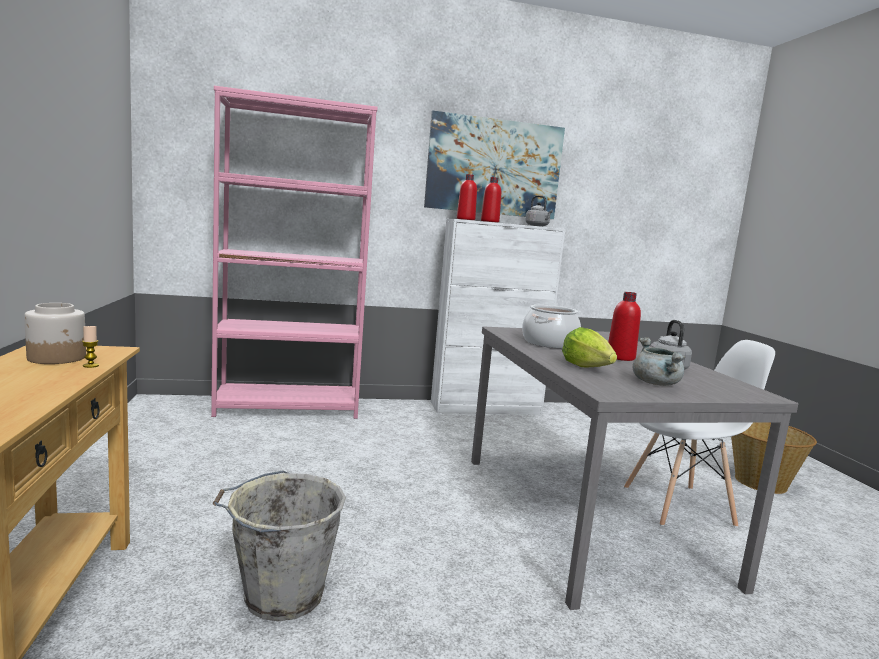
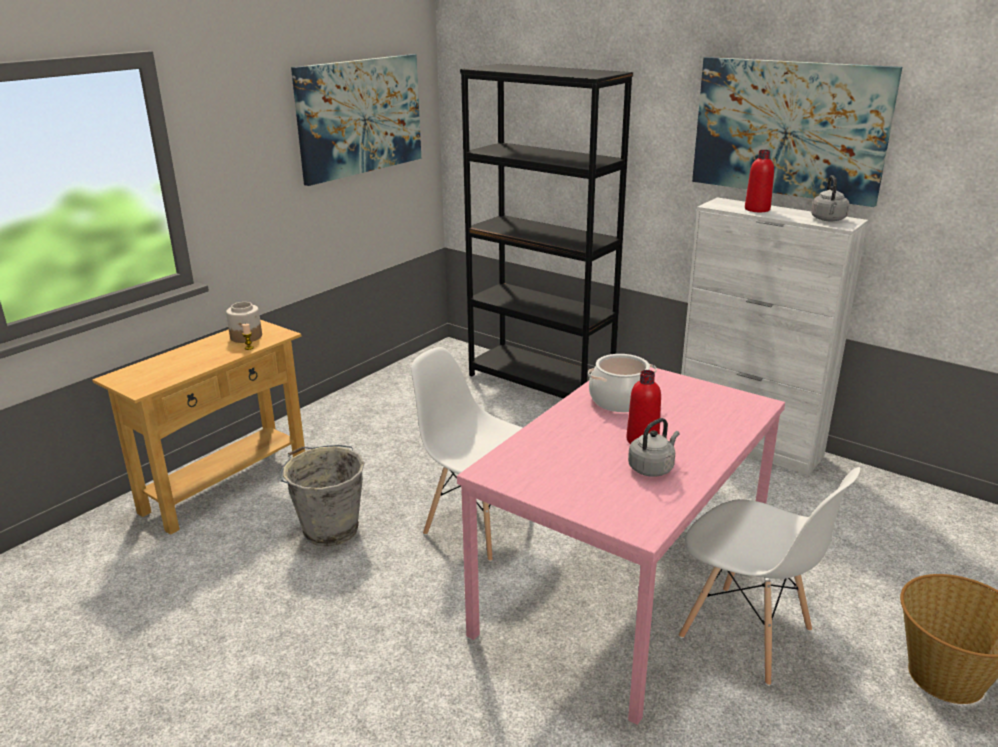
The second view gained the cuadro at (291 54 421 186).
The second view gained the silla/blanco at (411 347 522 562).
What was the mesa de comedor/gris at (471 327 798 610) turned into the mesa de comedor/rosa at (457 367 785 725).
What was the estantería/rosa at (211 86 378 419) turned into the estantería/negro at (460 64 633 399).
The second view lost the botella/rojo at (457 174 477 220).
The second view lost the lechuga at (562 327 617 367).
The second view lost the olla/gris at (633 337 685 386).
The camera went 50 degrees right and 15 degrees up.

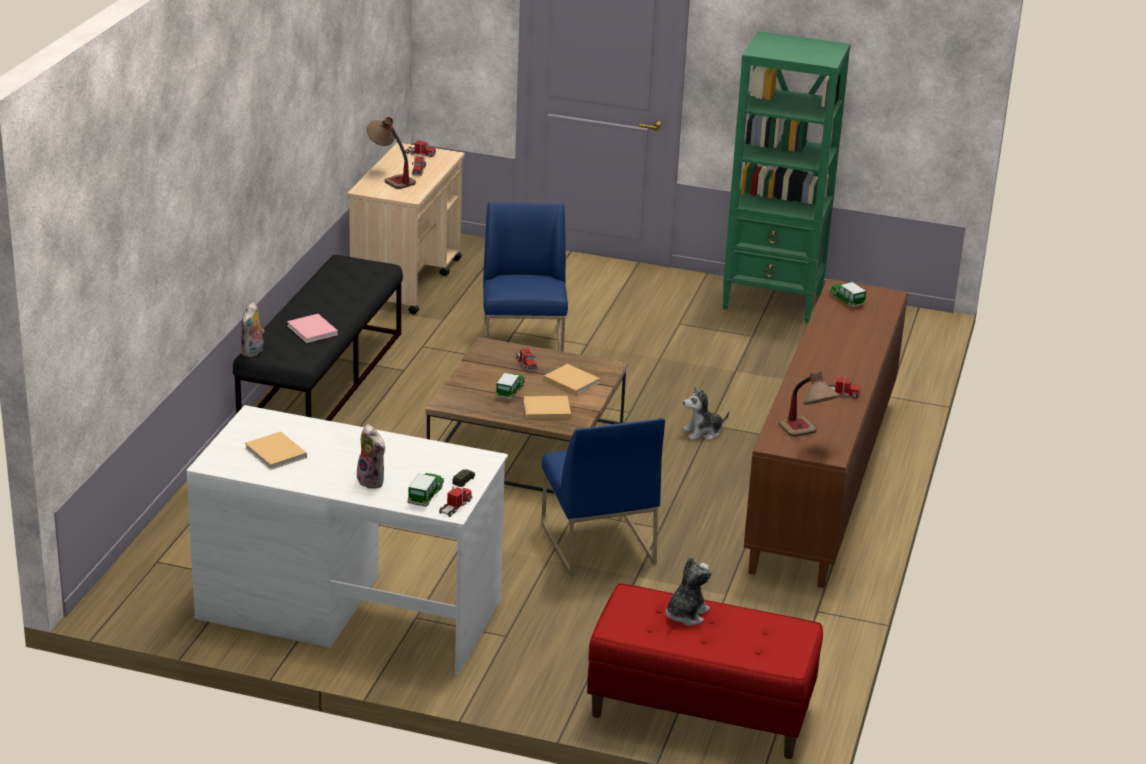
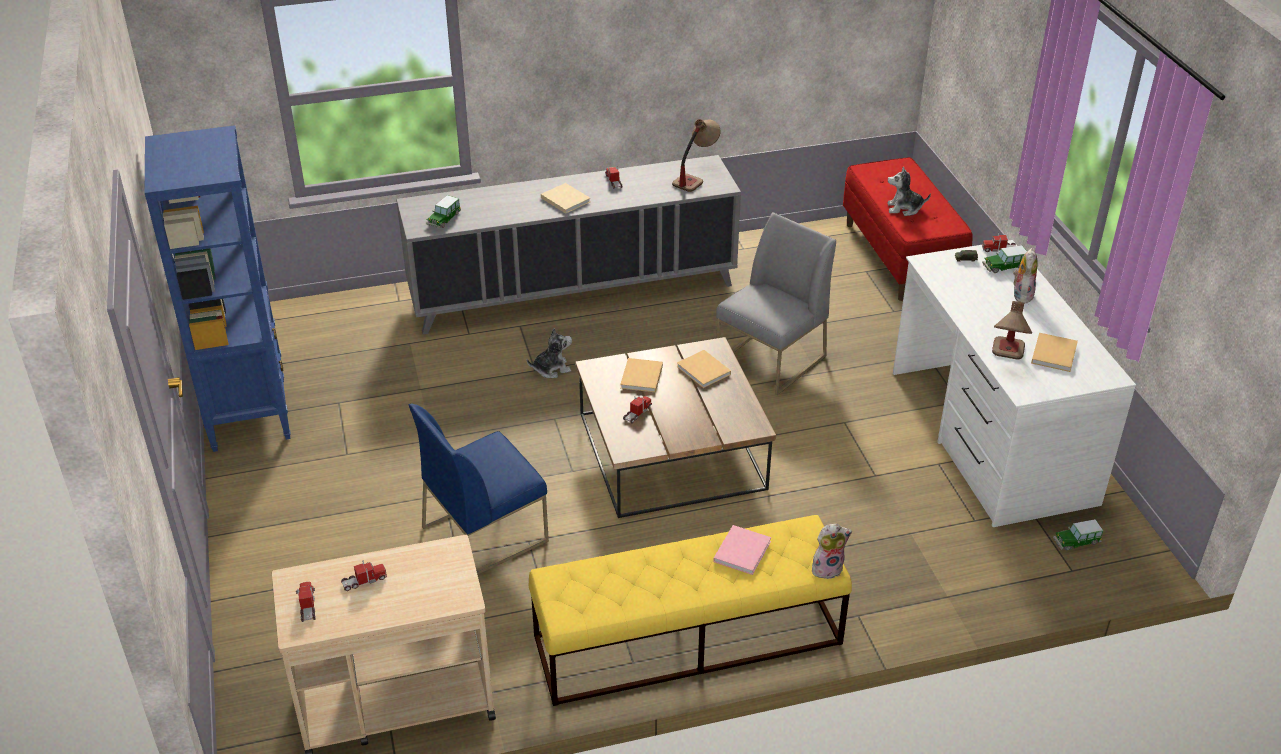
What was the estantería/verde at (722 31 850 323) turned into the estantería/azul at (145 125 291 452).
What was the armario/marrón at (744 279 908 588) turned into the armario/gris at (396 155 741 334).
The peluche at (682 387 729 440) ended up facing another way, 60 degrees counterclockwise from before.
What was the banco/negro at (233 255 403 421) turned into the banco/amarillo at (528 515 852 706).
The second view gained the libro/beis at (541 183 590 214).
What was the silla/azul at (541 418 665 576) turned into the silla/gris at (716 212 836 395).
The lámpara de mesa ended up elsewhere, having gone from (367 117 416 189) to (992 301 1032 360).
The coche de juguete ended up elsewhere, having gone from (495 373 525 400) to (1053 519 1103 551).
The camera went 120 degrees left and 10 degrees up.

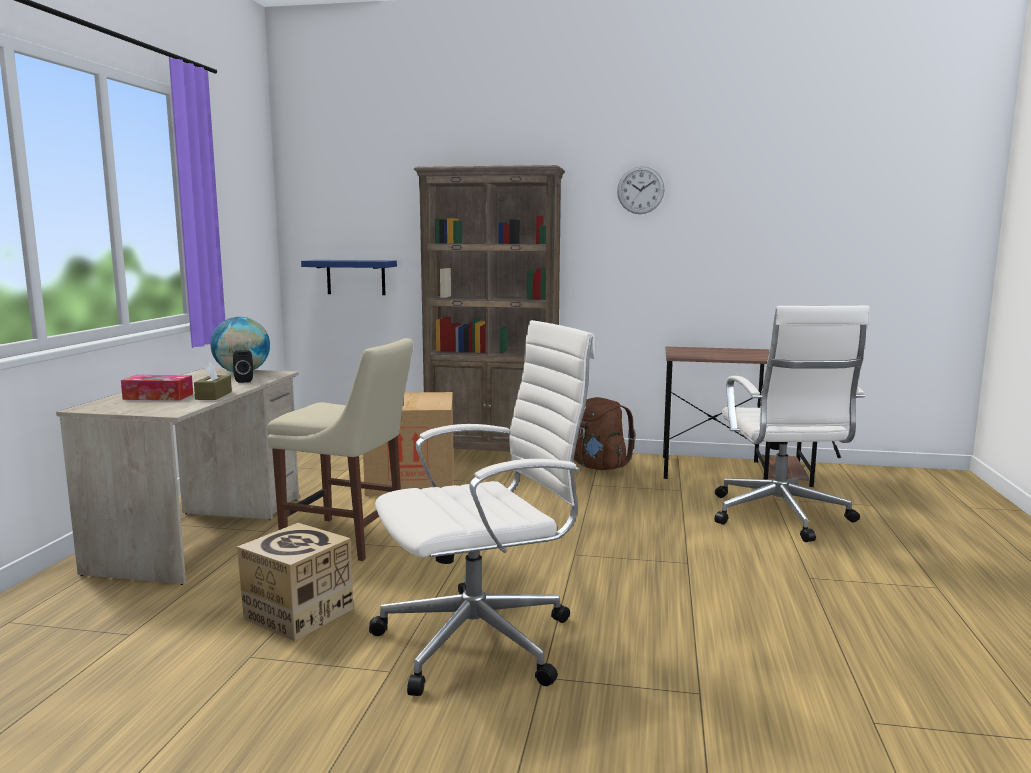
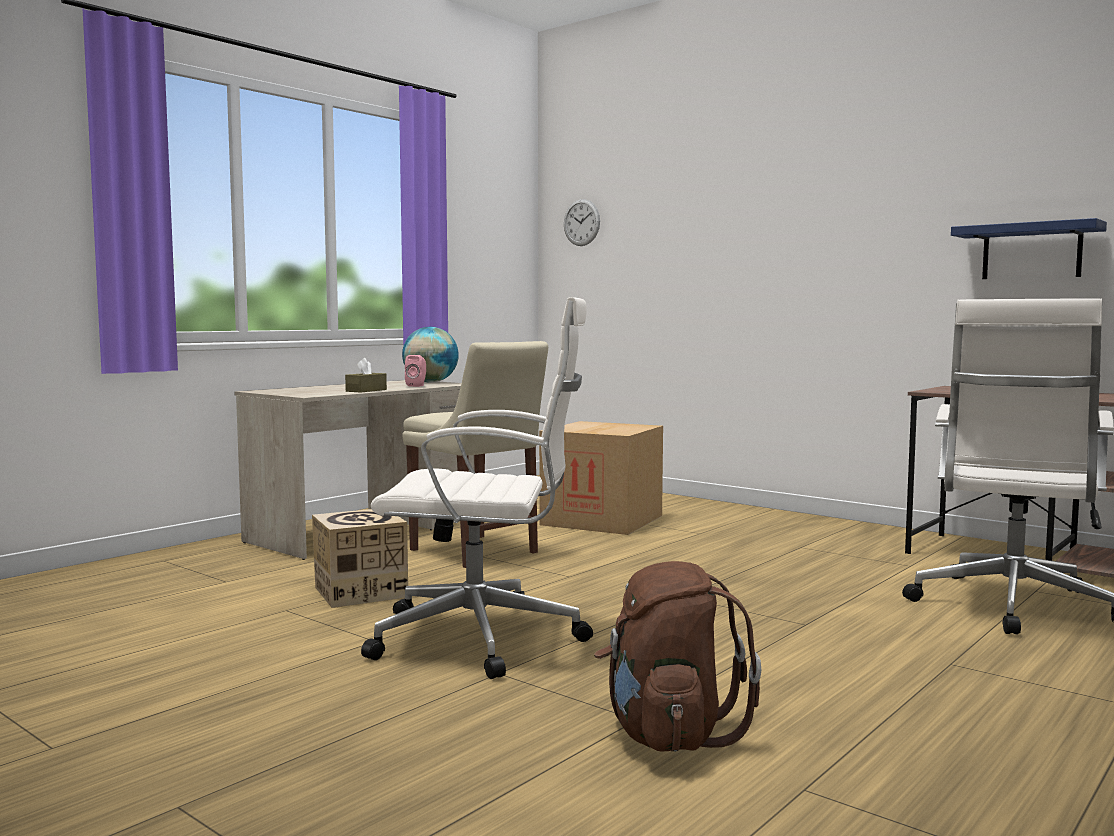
What was the altavoz/negro at (233 350 253 383) turned into the altavoz/rosa at (405 355 426 387).
The reloj de pared ended up elsewhere, having gone from (617 166 664 214) to (564 199 600 246).
The mochila/marrón ended up elsewhere, having gone from (574 397 636 470) to (594 561 761 752).
The estante/azul ended up elsewhere, having gone from (301 260 397 295) to (951 218 1107 279).
The second view lost the caja de pañuelos at (121 375 193 400).
The second view lost the estantería/marrón at (414 165 565 452).
The camera went 30 degrees right and 5 degrees down.

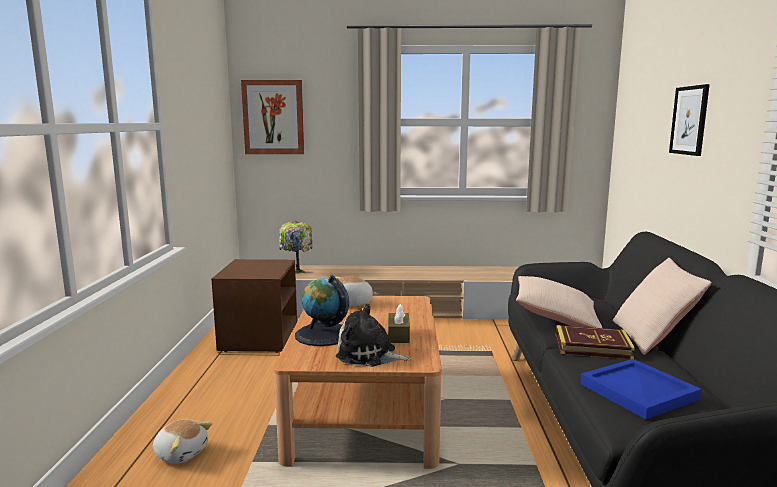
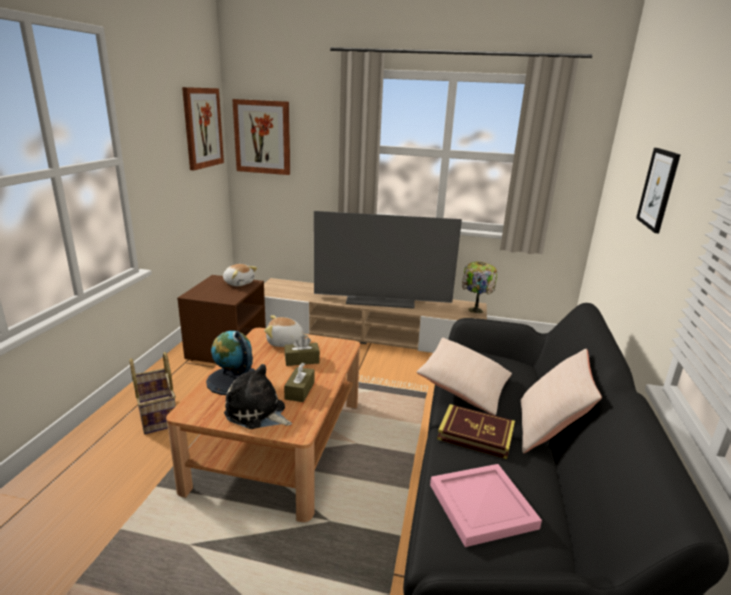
The second view gained the cesta at (129 352 176 434).
The second view gained the cuadro at (182 87 224 170).
The peluche ended up elsewhere, having gone from (153 420 212 464) to (223 264 257 286).
The second view gained the caja de pañuelos/marrón at (284 336 320 366).
The second view gained the televisor at (314 211 462 309).
What was the bandeja/azul at (580 359 702 419) turned into the bandeja/rosa at (430 464 542 547).
The lámpara de mesa ended up elsewhere, having gone from (279 221 312 274) to (462 262 497 313).
The camera went 10 degrees right and 10 degrees up.

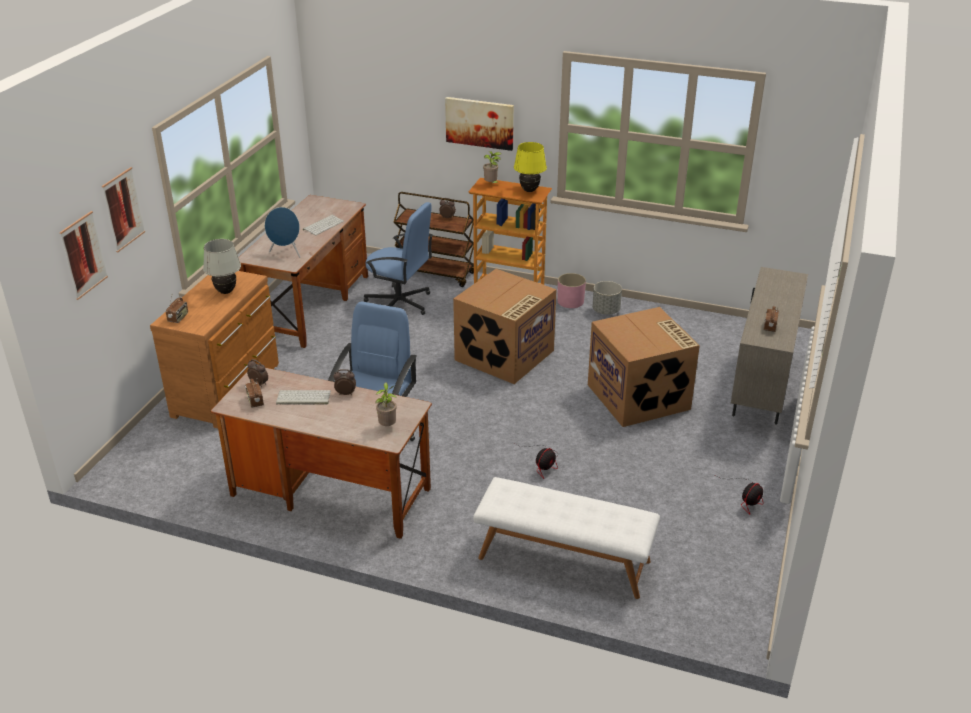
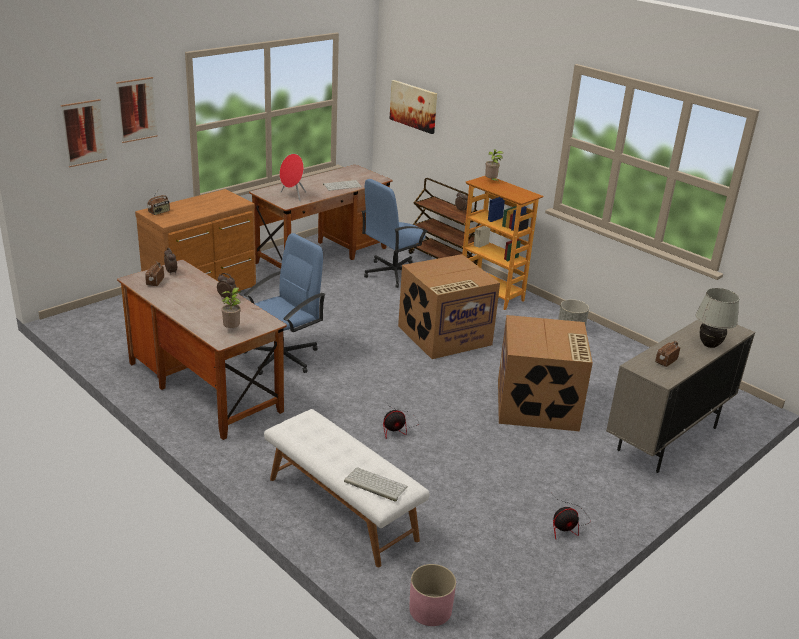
What was the altavoz/azul at (265 207 300 257) turned into the altavoz/rojo at (280 154 306 201).
The teclado ended up elsewhere, having gone from (276 390 331 405) to (344 467 408 501).
The silla de oficina/azul at (364 202 433 315) ended up facing another way, 90 degrees clockwise from before.
The cuadro ended up elsewhere, having gone from (445 97 514 151) to (390 80 437 134).
The maceta/rosa ended up elsewhere, having gone from (557 273 586 308) to (409 564 456 626).
The lámpara de mesa/blanco ended up elsewhere, having gone from (203 239 241 294) to (696 288 739 348).
The second view lost the lámpara de mesa/amarillo at (514 142 547 192).
The camera went 25 degrees right and 5 degrees down.

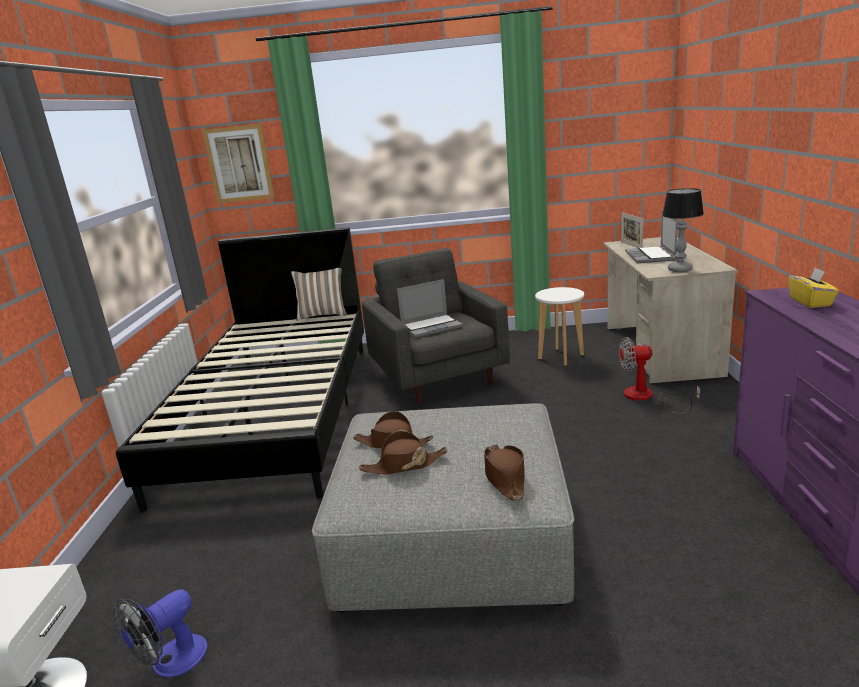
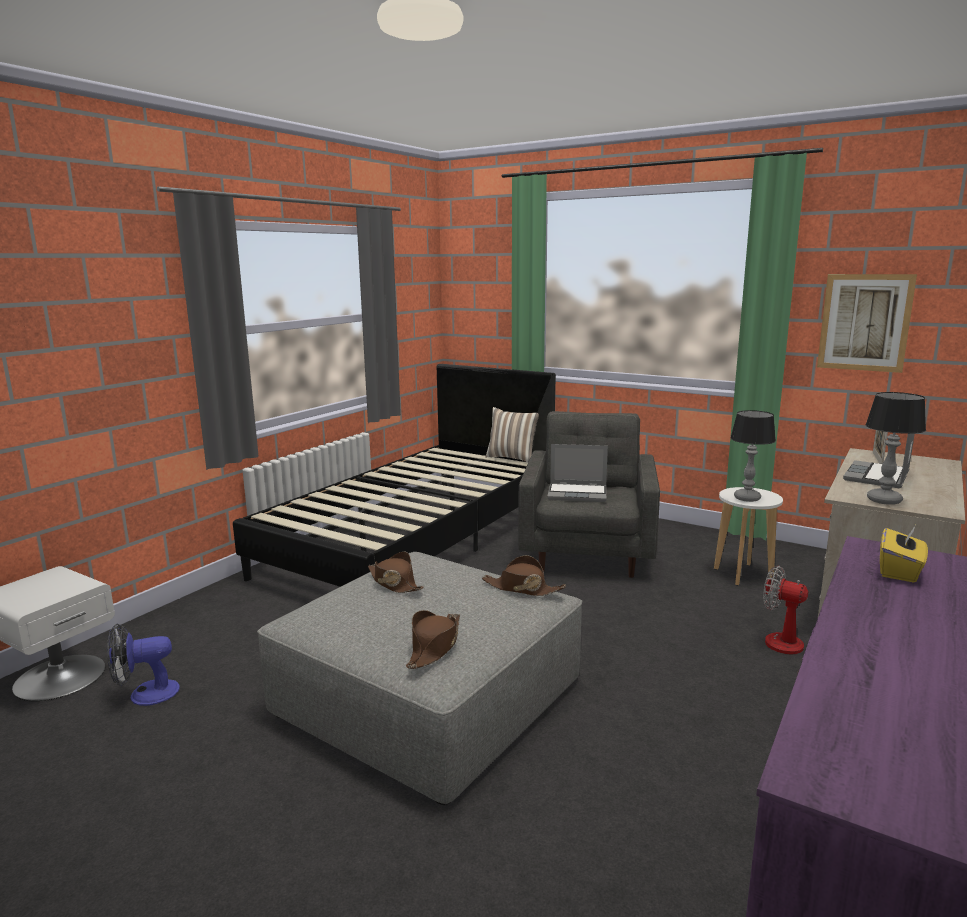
The sombrero/marrón ended up elsewhere, having gone from (359 431 448 475) to (482 555 566 596).
The second view gained the lámpara de mesa at (730 410 776 502).
The cuadro ended up elsewhere, having gone from (202 124 275 203) to (817 274 917 373).
The camera went 30 degrees right and 5 degrees down.

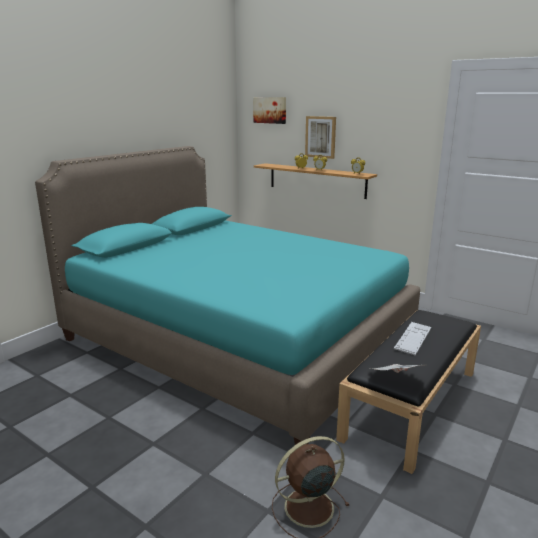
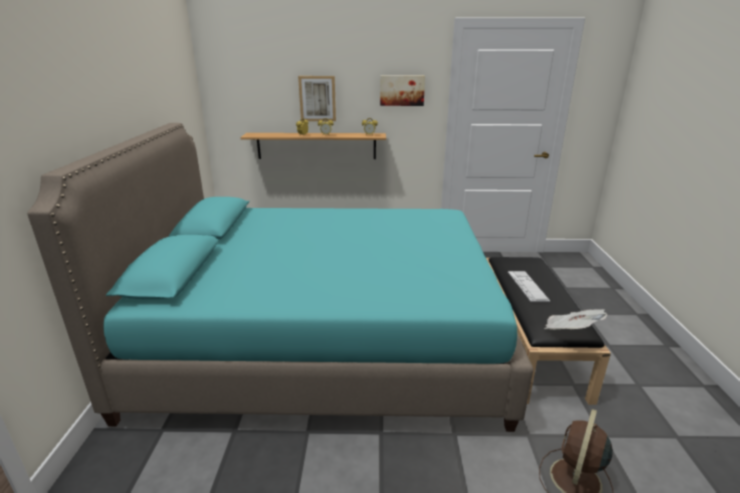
The cuadro ended up elsewhere, having gone from (253 97 286 124) to (380 75 425 106).
The camera went 35 degrees left and 5 degrees up.

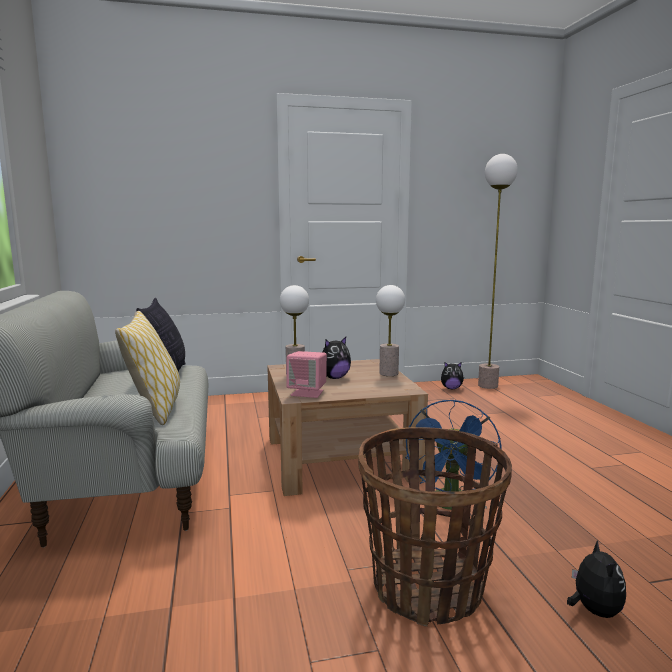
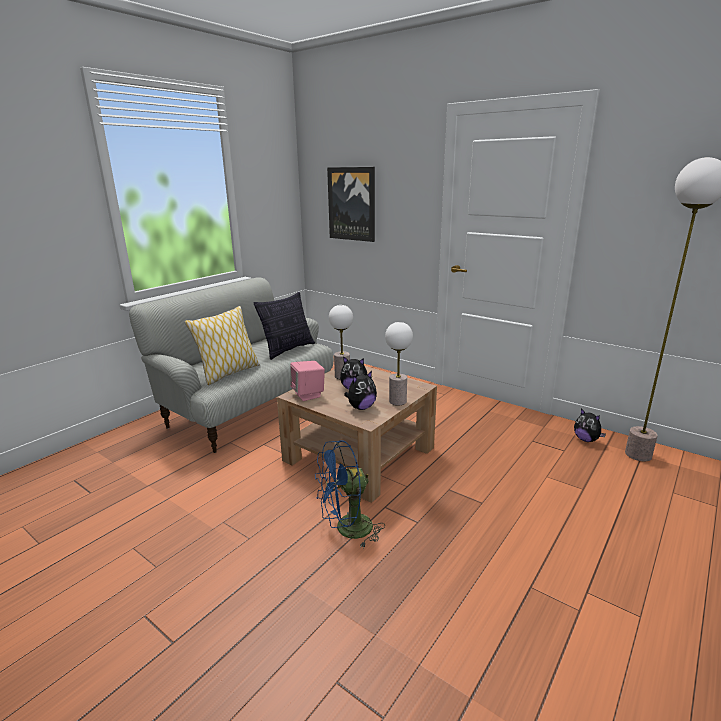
The second view gained the cuadro at (327 167 375 242).
The peluche ended up elsewhere, having gone from (567 540 626 618) to (344 371 377 410).
The second view lost the cesta at (358 427 512 627).
The camera went 50 degrees right and 10 degrees up.

